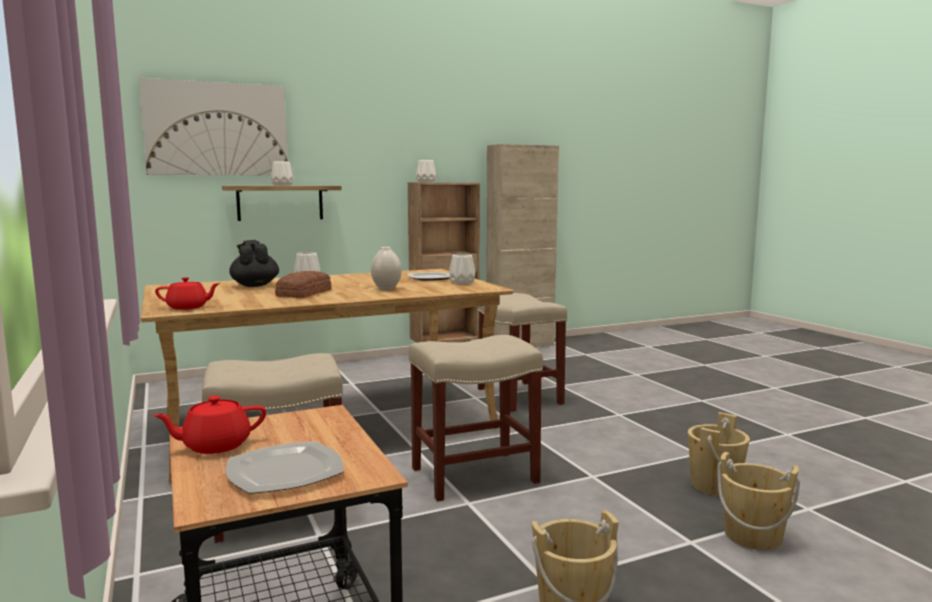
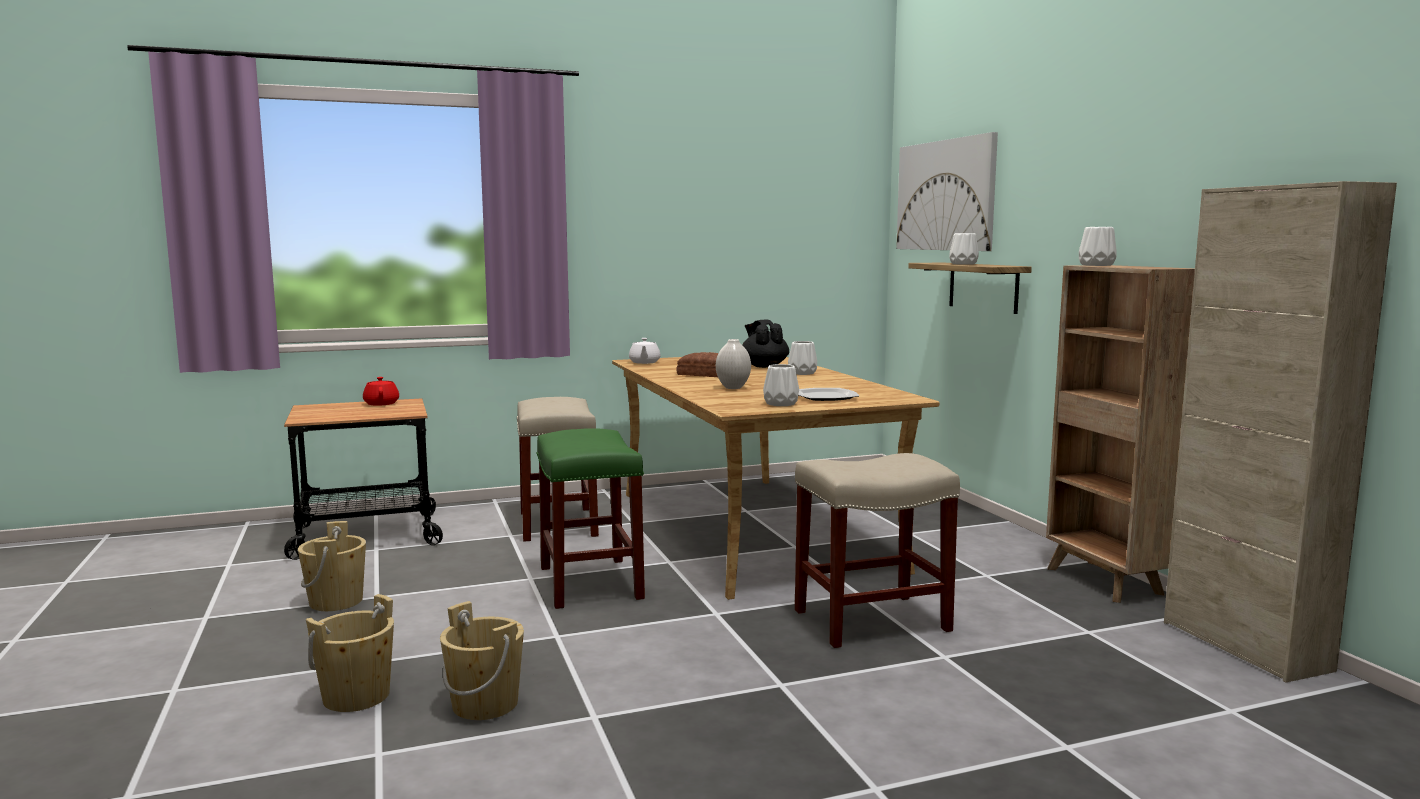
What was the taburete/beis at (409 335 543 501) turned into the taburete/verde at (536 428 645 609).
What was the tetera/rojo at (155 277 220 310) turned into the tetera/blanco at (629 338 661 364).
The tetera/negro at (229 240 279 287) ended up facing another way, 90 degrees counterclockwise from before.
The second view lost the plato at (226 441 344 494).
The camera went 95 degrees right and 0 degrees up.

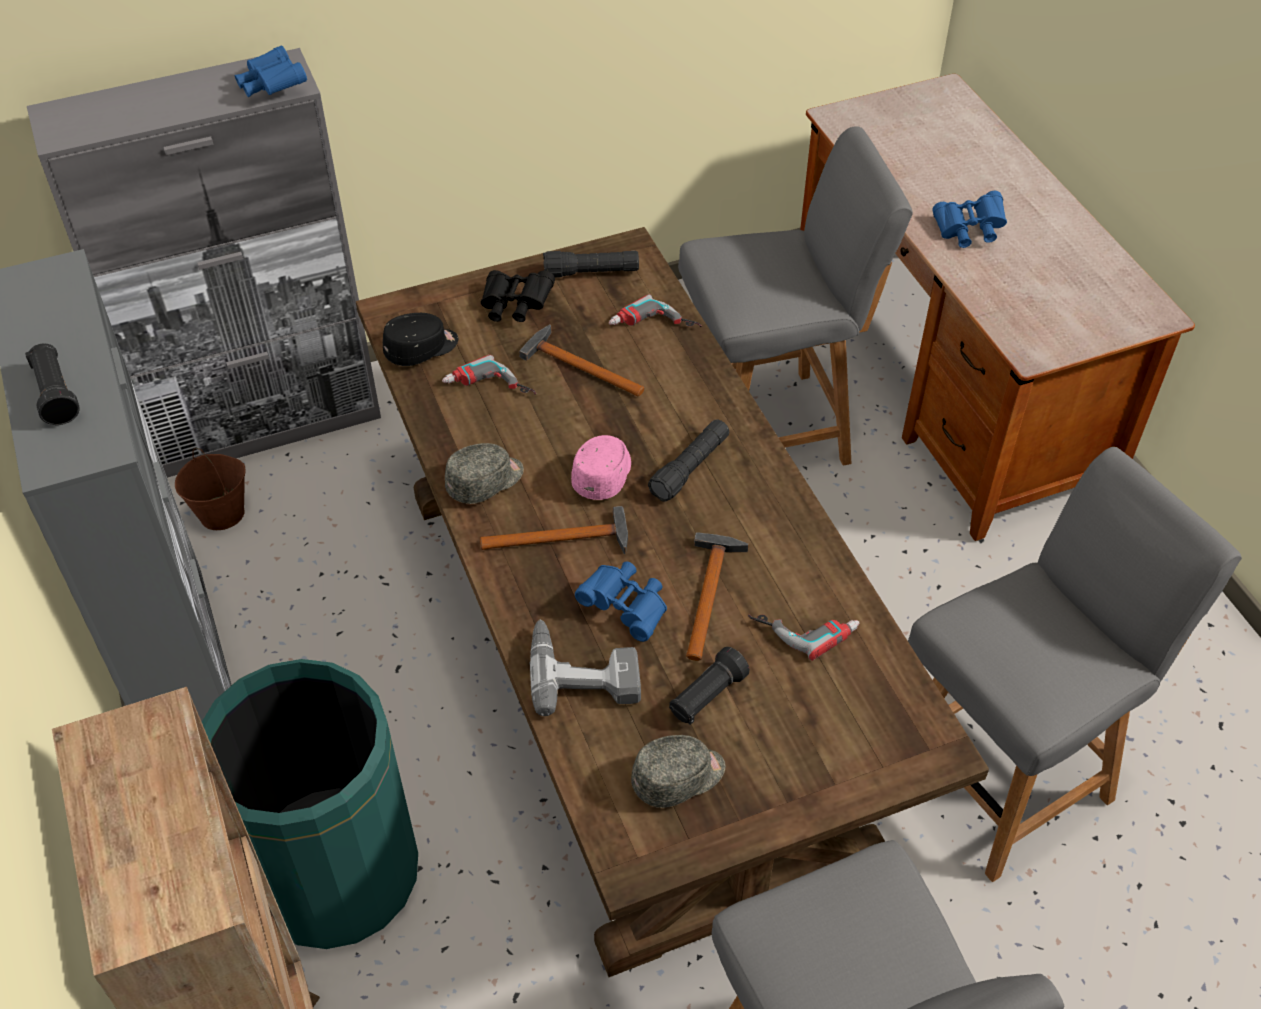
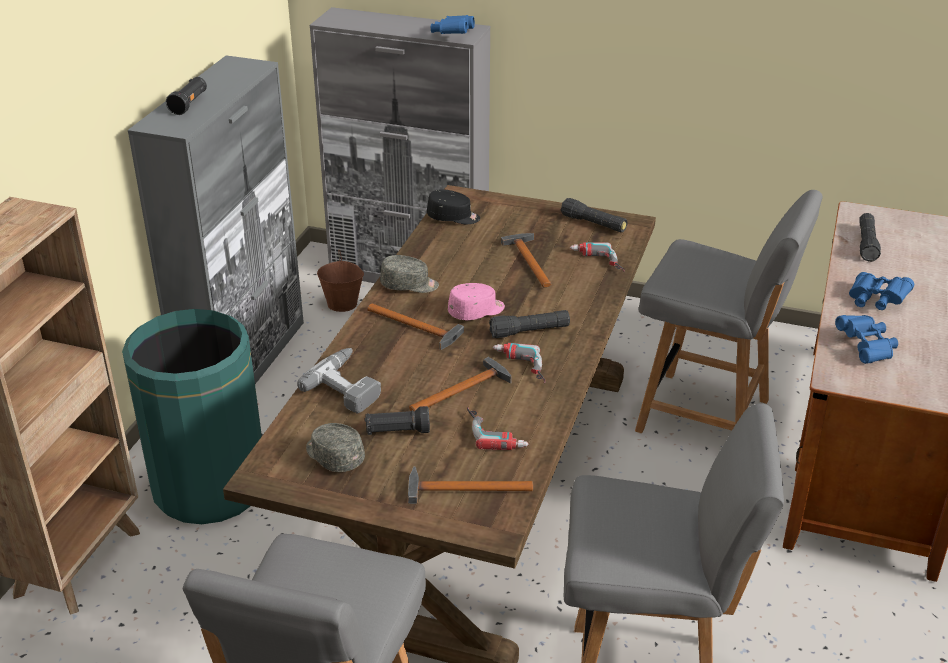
The gorra/gris at (631 735 726 808) ended up facing another way, 150 degrees counterclockwise from before.
The second view gained the martillo at (408 466 533 504).
The taladro ended up elsewhere, having gone from (442 355 536 394) to (493 343 546 384).
The prismáticos/azul ended up elsewhere, having gone from (575 562 667 642) to (835 315 898 364).
The second view gained the linterna/negro at (859 213 881 262).
The second view lost the prismáticos/negro at (481 270 555 322).
The camera went 40 degrees right and 15 degrees down.

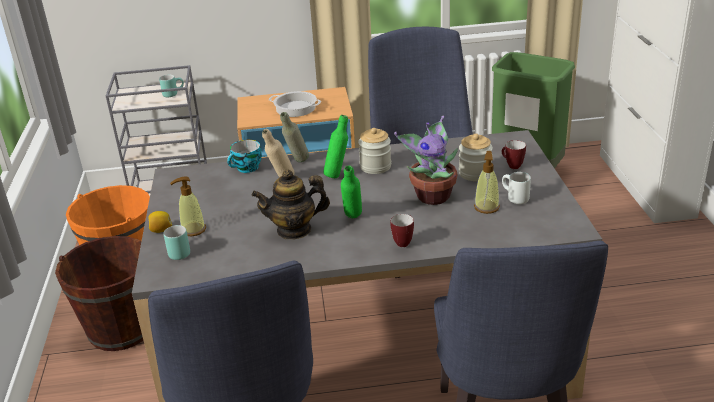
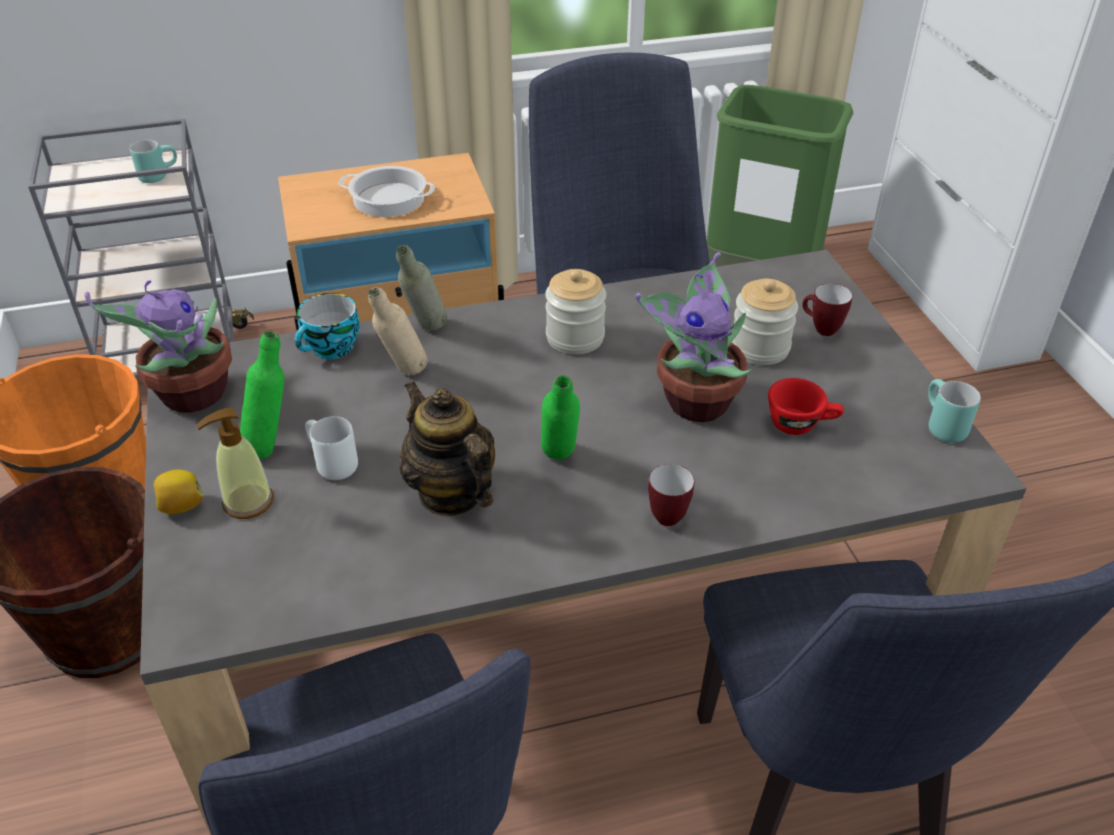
The second view gained the planta en maceta at (84 280 232 412).
The botella/verde ended up elsewhere, having gone from (323 115 348 178) to (240 331 285 459).
The taza grande/blanco ended up elsewhere, having gone from (502 172 531 204) to (305 416 358 480).
The tetera at (252 170 330 239) ended up facing another way, 75 degrees clockwise from before.
Where the dispensador de jabón stood at (474 151 500 214), the taza/rojo came to stand at (768 378 844 435).
The taza grande/turquesa ended up elsewhere, having gone from (164 225 190 260) to (928 379 981 443).
The camera went 10 degrees left and 10 degrees up.

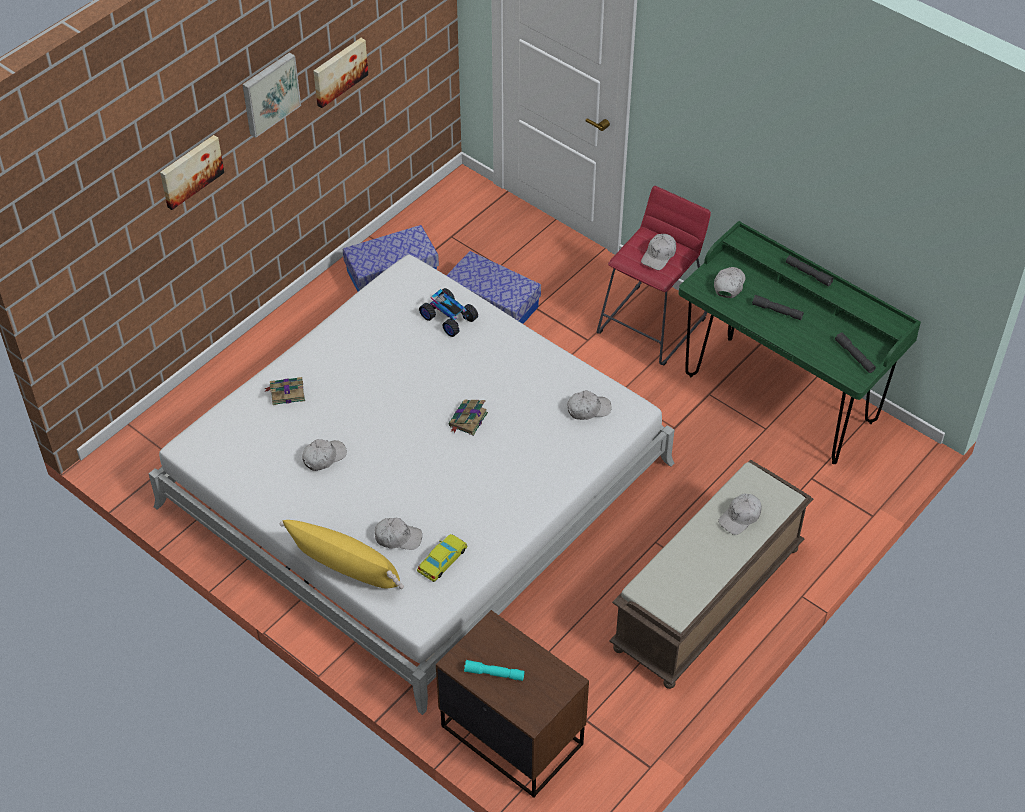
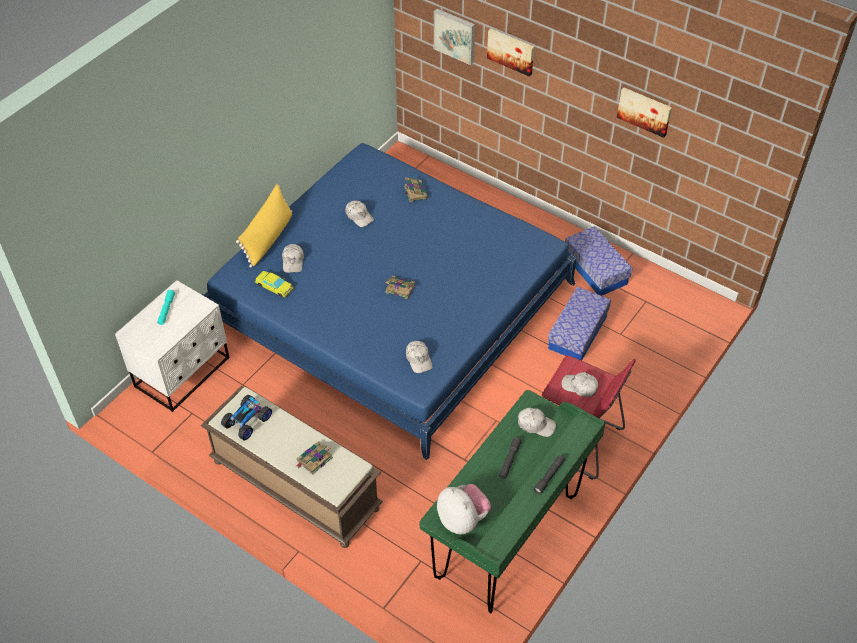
What was the mesita de noche/marrón at (436 610 589 798) turned into the mesita de noche/blanco at (115 280 229 412).
What was the cama/blanco at (149 254 674 715) turned into the cama/azul at (201 143 577 460).
The coche de juguete ended up elsewhere, having gone from (419 288 478 337) to (221 395 272 440).
Where the gorra/blanco stood at (718 494 762 535), the libro came to stand at (297 442 333 475).
The cuadro ended up elsewhere, having gone from (242 52 301 138) to (434 9 475 65).
Where the linterna/gris stood at (835 332 876 373), the peluche came to stand at (437 484 491 534).
The camera went 85 degrees right and 0 degrees up.

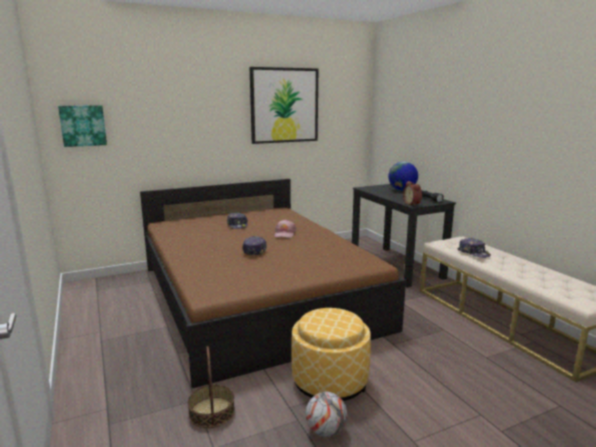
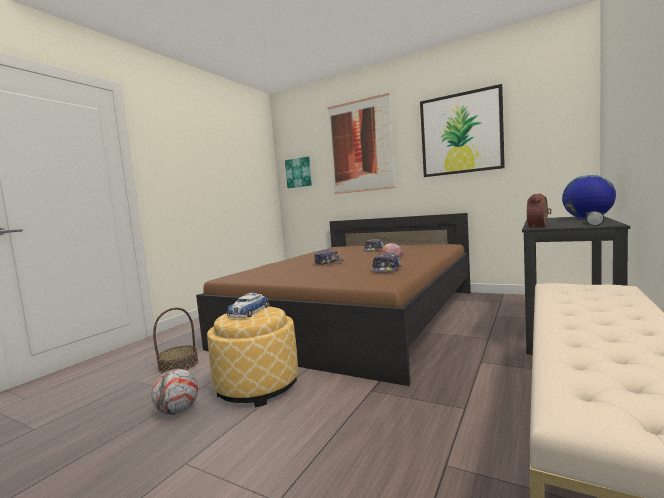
The second view gained the coche de juguete at (227 293 269 318).
The second view gained the cuadro at (327 93 395 194).
The gorra ended up elsewhere, having gone from (457 238 491 258) to (372 253 401 273).
The camera went 55 degrees right and 10 degrees down.

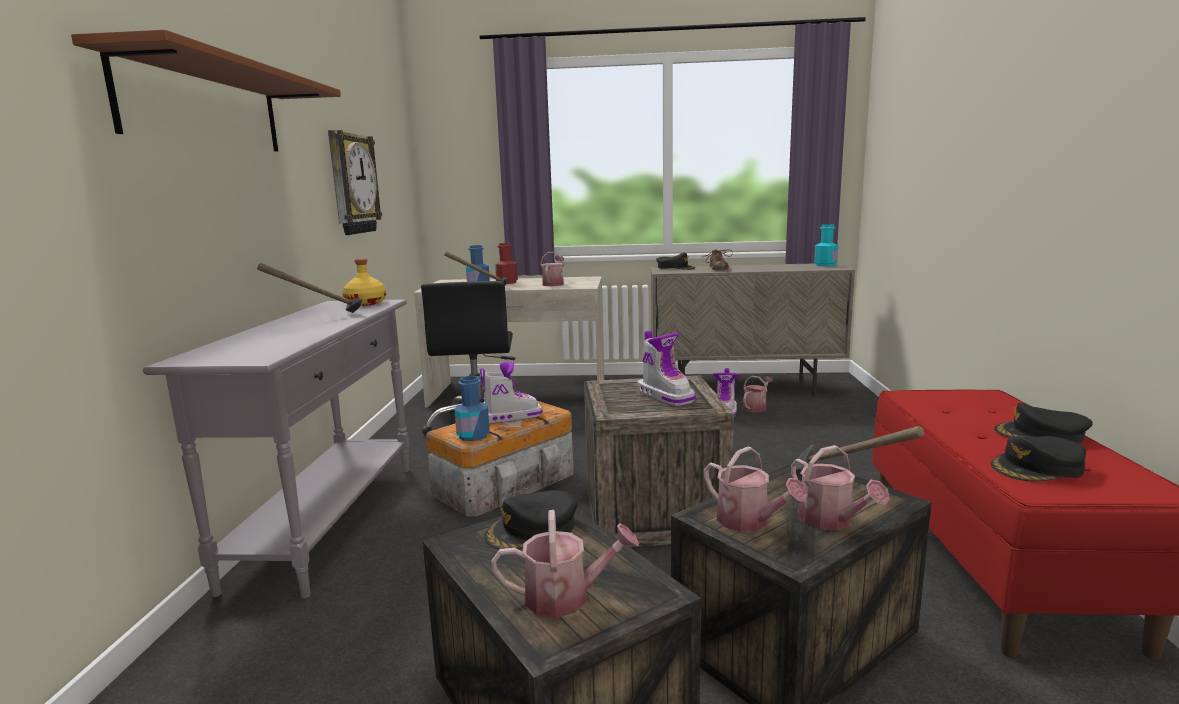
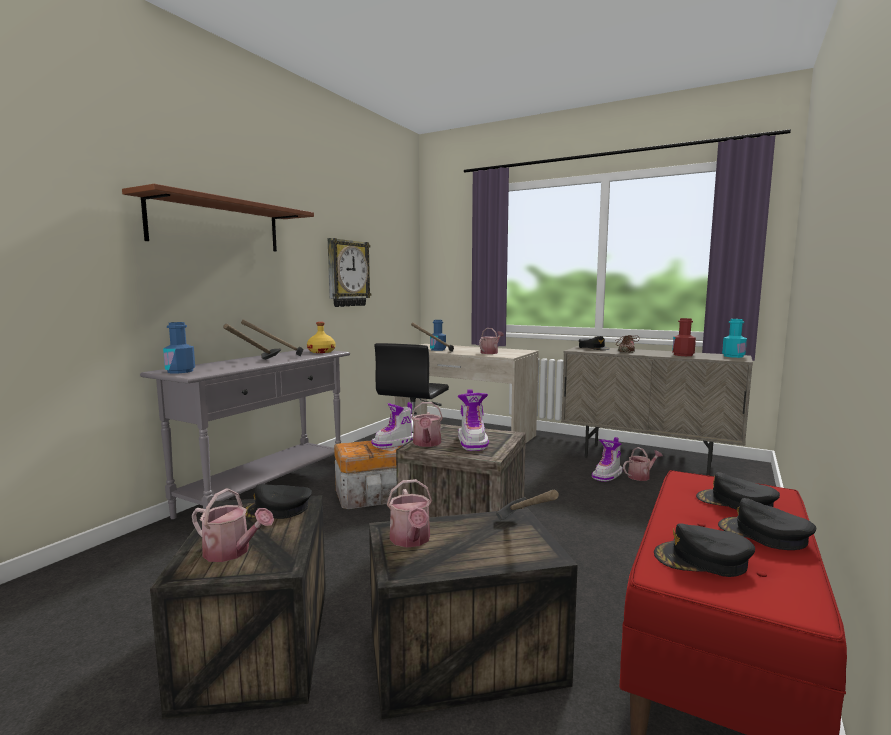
The botella/azul ended up elsewhere, having gone from (455 376 489 441) to (163 322 195 373).
The second view gained the martillo at (223 324 281 360).
The bota at (480 362 543 424) ended up facing another way, 135 degrees clockwise from before.
The regadera ended up elsewhere, having gone from (791 445 890 530) to (411 402 443 447).
The botella/rojo ended up elsewhere, having gone from (495 243 518 284) to (672 318 696 356).
The second view gained the gorra/negro at (696 472 780 510).
The camera went 25 degrees right and 5 degrees down.

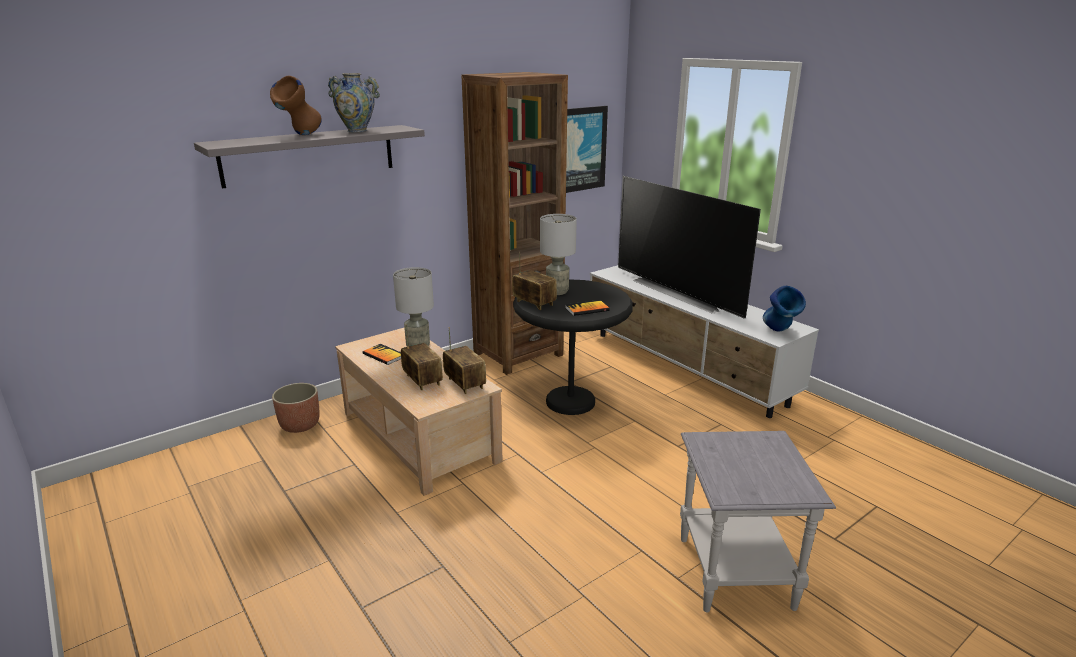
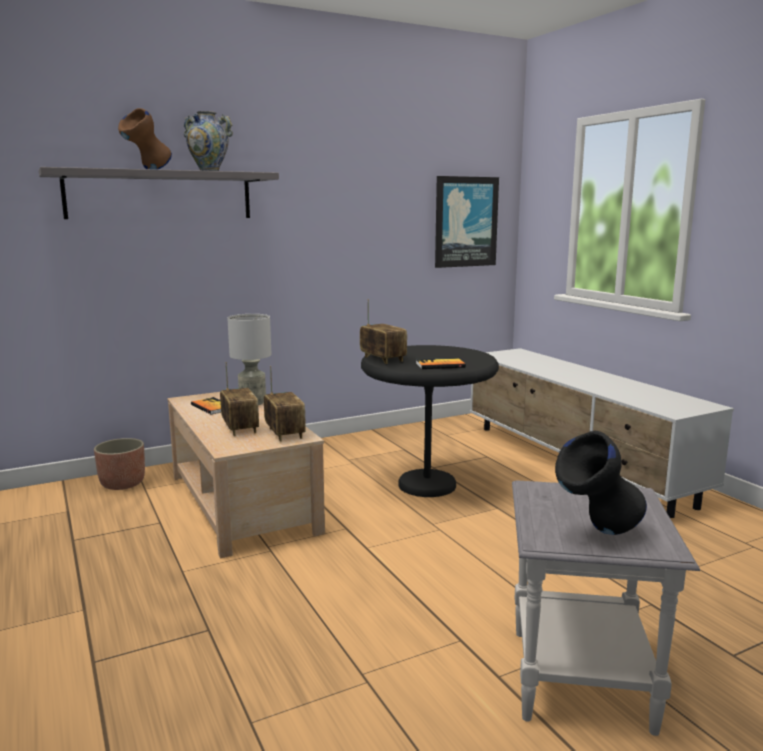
The second view gained the florero/negro at (555 431 647 535).
The second view lost the estantería/marrón at (461 72 568 375).
The second view lost the lámpara de mesa/gris at (540 214 577 295).
The second view lost the televisor at (618 176 761 319).
The second view lost the florero/azul at (763 286 806 331).
The camera went 10 degrees right and 10 degrees down.

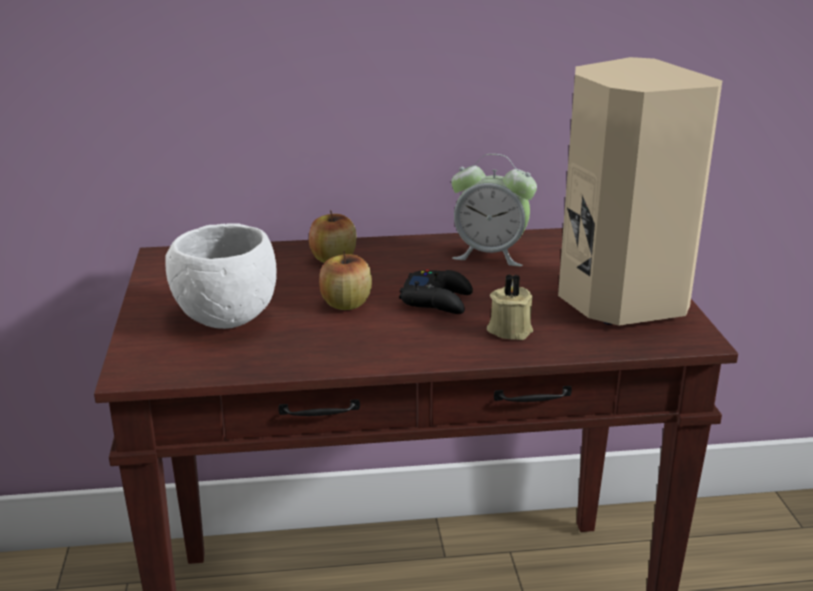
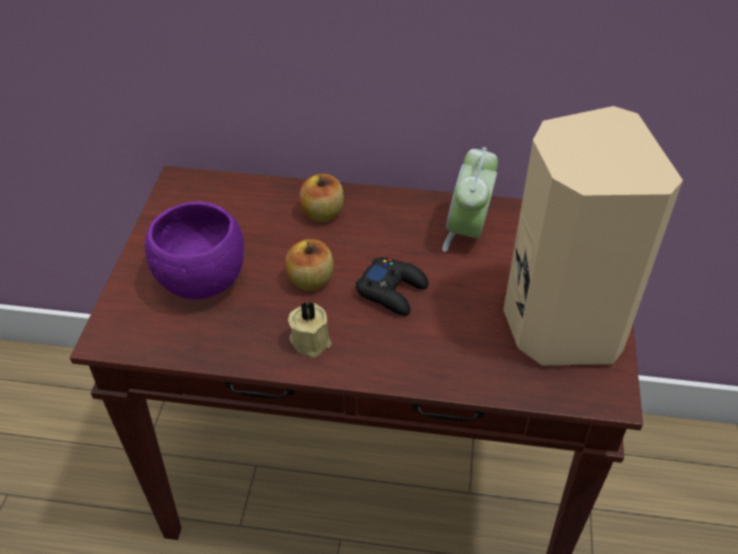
What was the cuenco/blanco at (165 223 277 329) turned into the cuenco/morado at (145 201 244 299).
The vela/beis ended up elsewhere, having gone from (487 274 533 340) to (288 302 332 358).
The despertador at (451 154 537 266) ended up facing another way, 75 degrees clockwise from before.
The camera went 15 degrees right and 20 degrees up.

